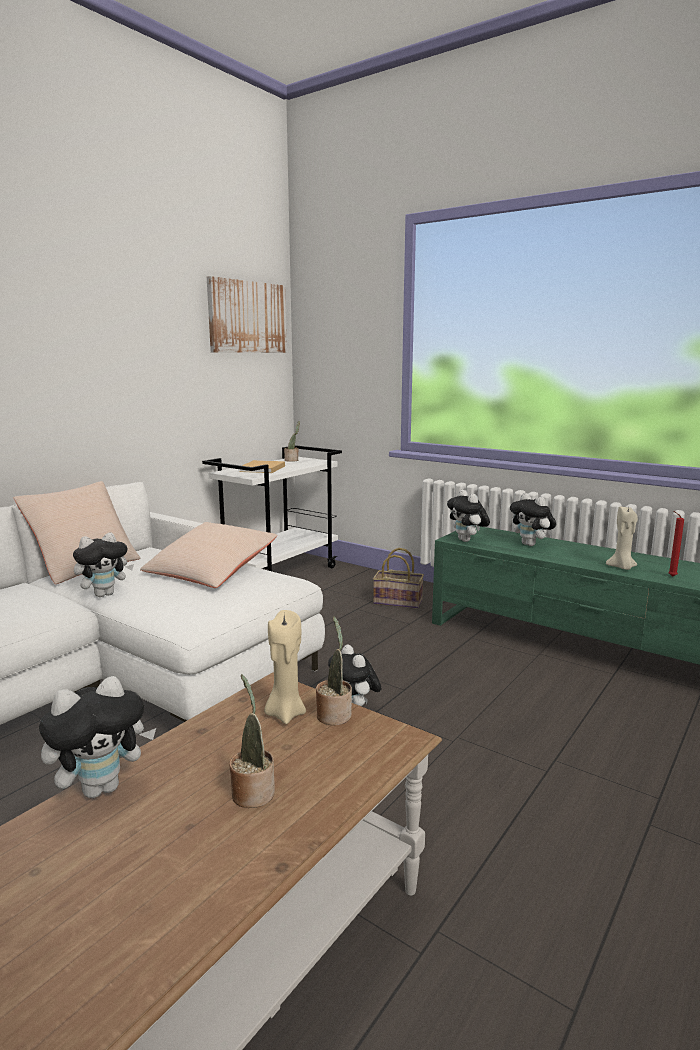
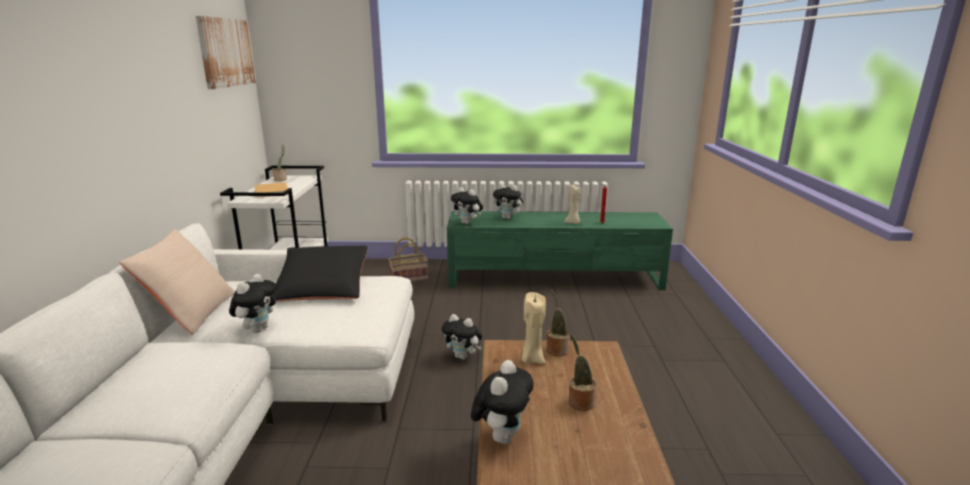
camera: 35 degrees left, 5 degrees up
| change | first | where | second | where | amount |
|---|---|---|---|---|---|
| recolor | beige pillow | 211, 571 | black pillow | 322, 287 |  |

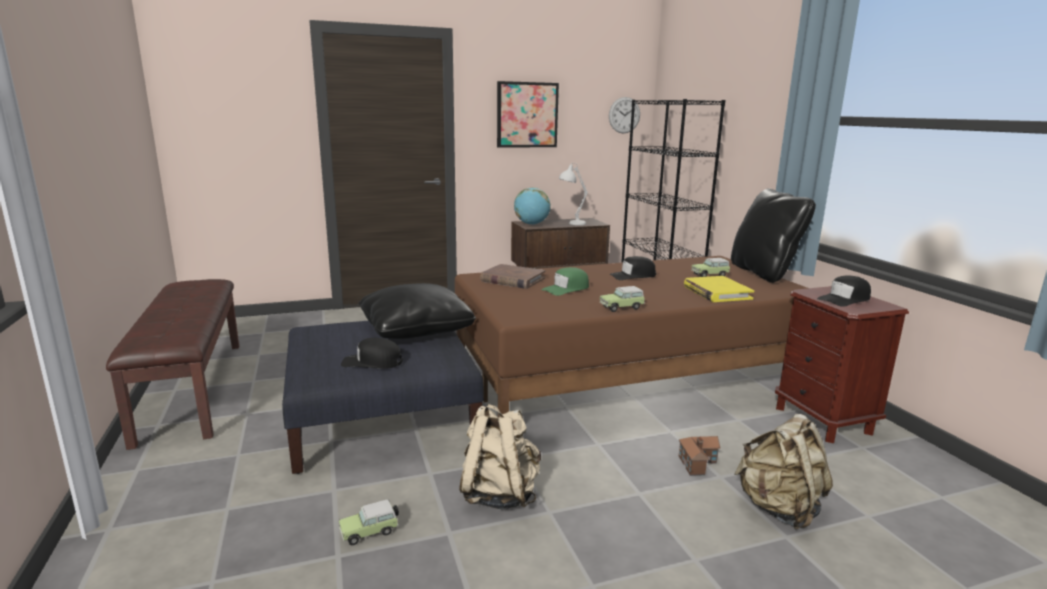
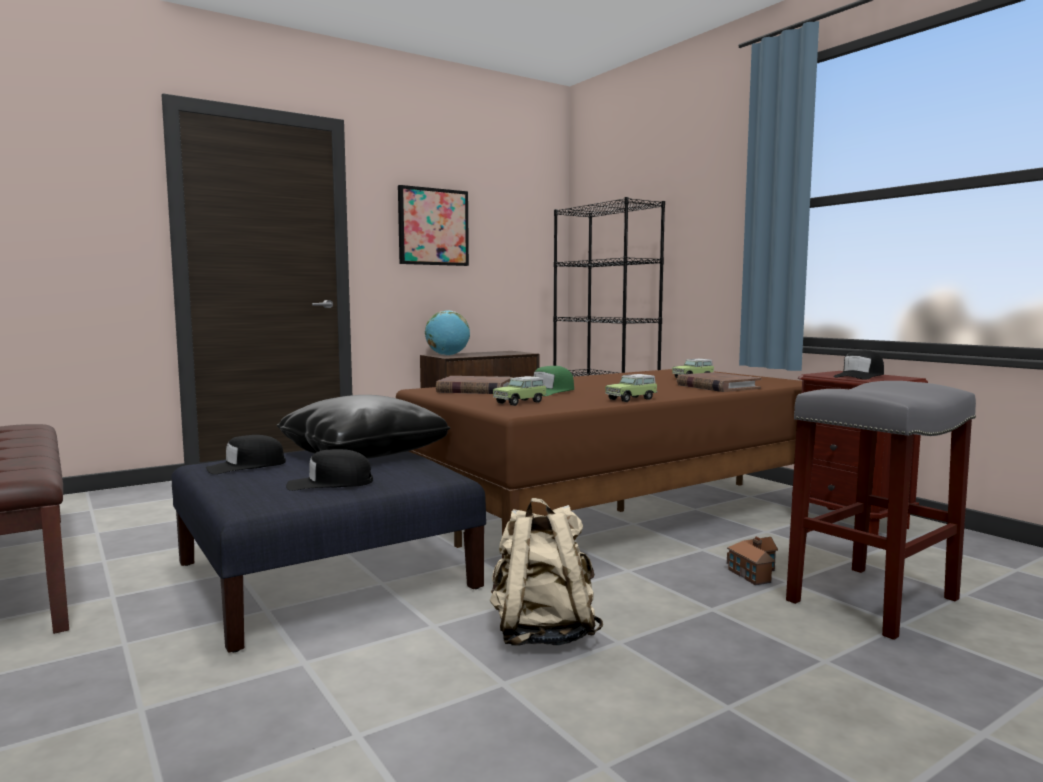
camera: 15 degrees left, 10 degrees down
| change | first | where | second | where | amount |
|---|---|---|---|---|---|
| delete | white table lamp | 571, 224 |  |  |  |
| delete | wall clock | 624, 115 |  |  |  |
| delete | black pillow | 764, 273 |  |  |  |
| move | toy car | 371, 532 |  | 521, 402 |  |
| move | black cap | 633, 276 |  | 246, 466 |  |
| replace | beige backpack | 779, 508 | grey stool | 872, 601 |  |
| recolor | yellow book | 716, 292 | brown book | 717, 386 |  |

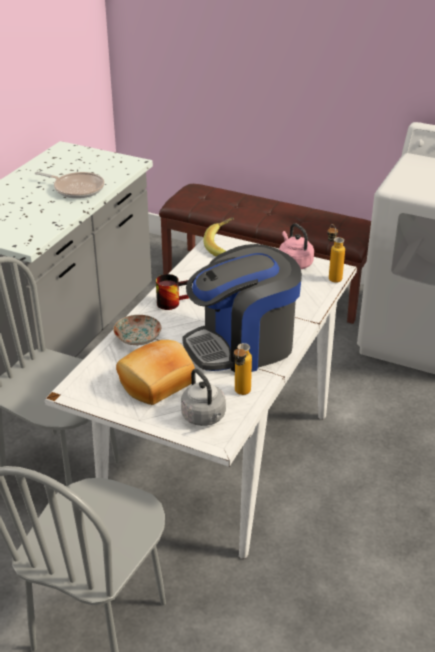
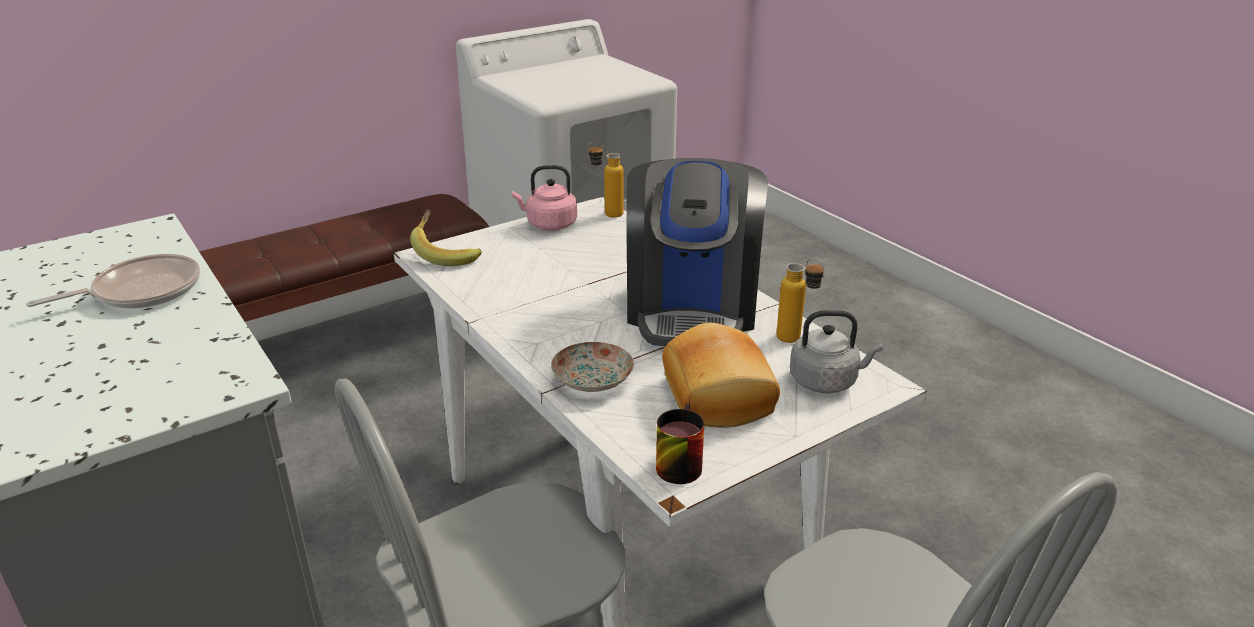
camera: 60 degrees left, 5 degrees down
| change | first | where | second | where | amount |
|---|---|---|---|---|---|
| move | mug | 171, 301 |  | 676, 462 |  |

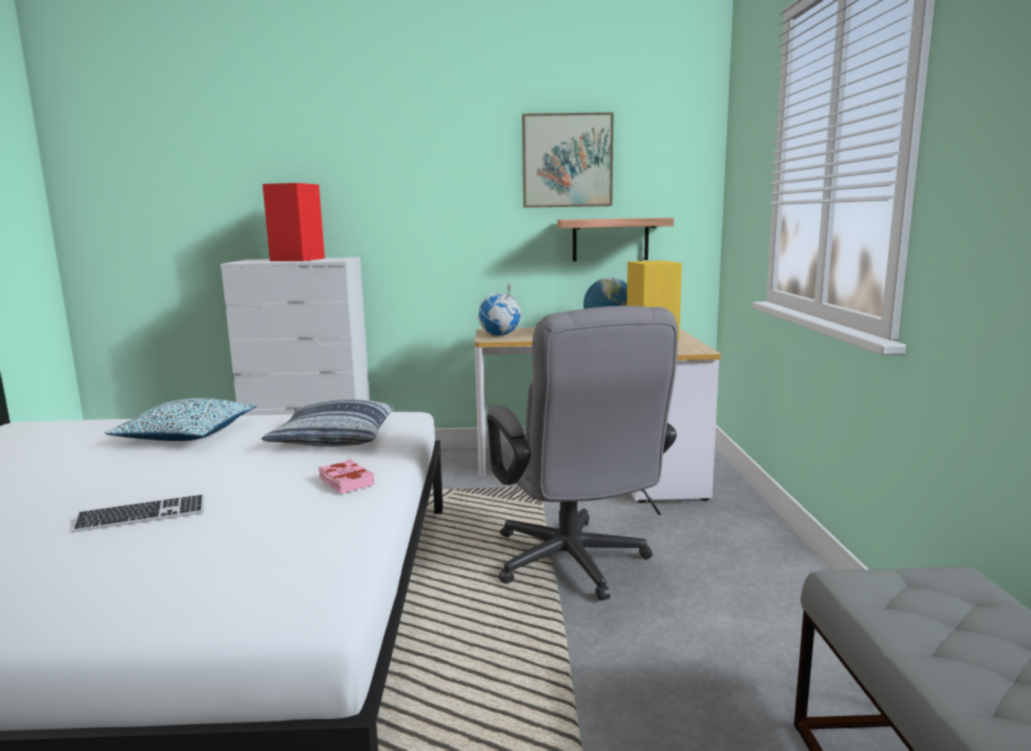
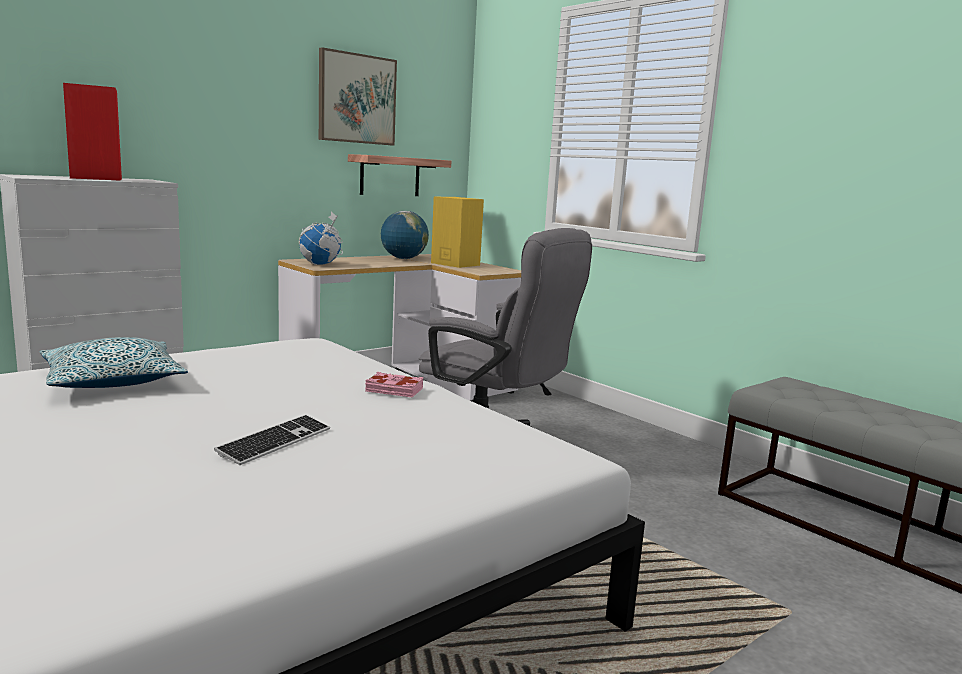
camera: 40 degrees left, 0 degrees up
| change | first | where | second | where | amount |
|---|---|---|---|---|---|
| delete | pillow | 333, 437 |  |  |  |

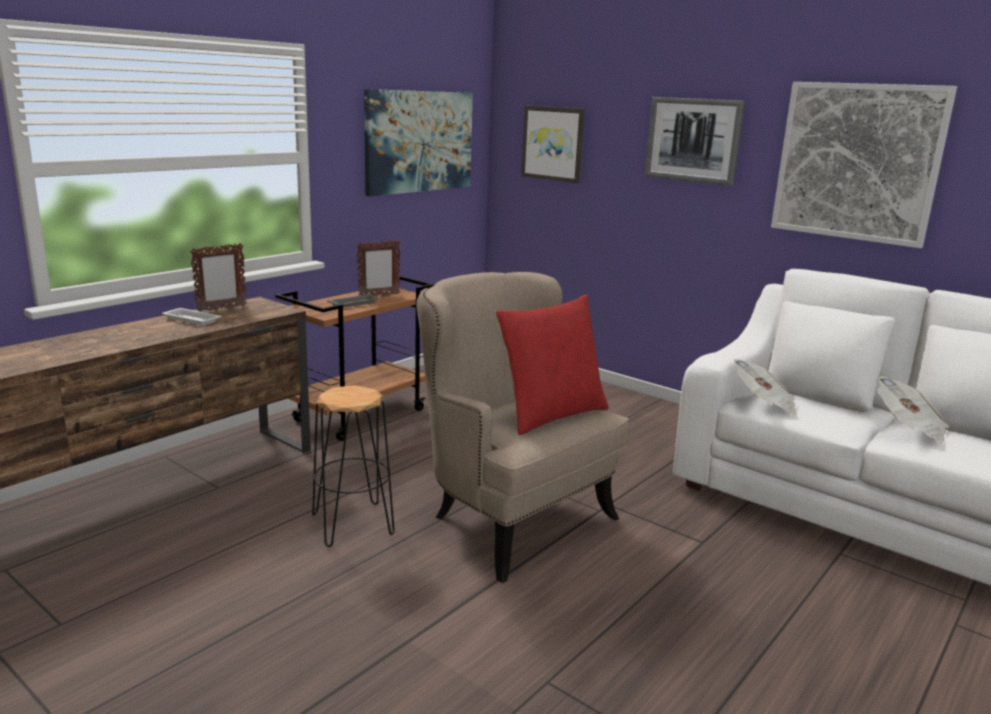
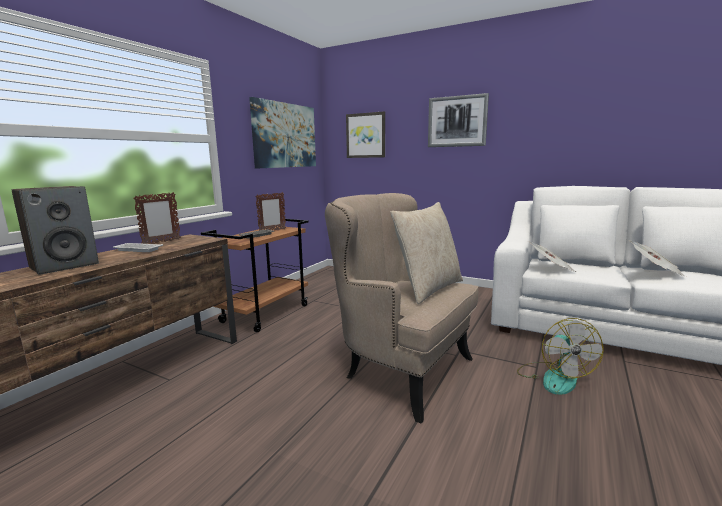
camera: 10 degrees left, 5 degrees down
| change | first | where | second | where | amount |
|---|---|---|---|---|---|
| delete | black stool | 353, 524 |  |  |  |
| delete | picture | 857, 162 |  |  |  |
| insert |  |  | speaker | 65, 266 |  |
| insert |  |  | fan | 554, 377 |  |
| recolor | red pillow | 551, 415 | beige pillow | 428, 289 |  |

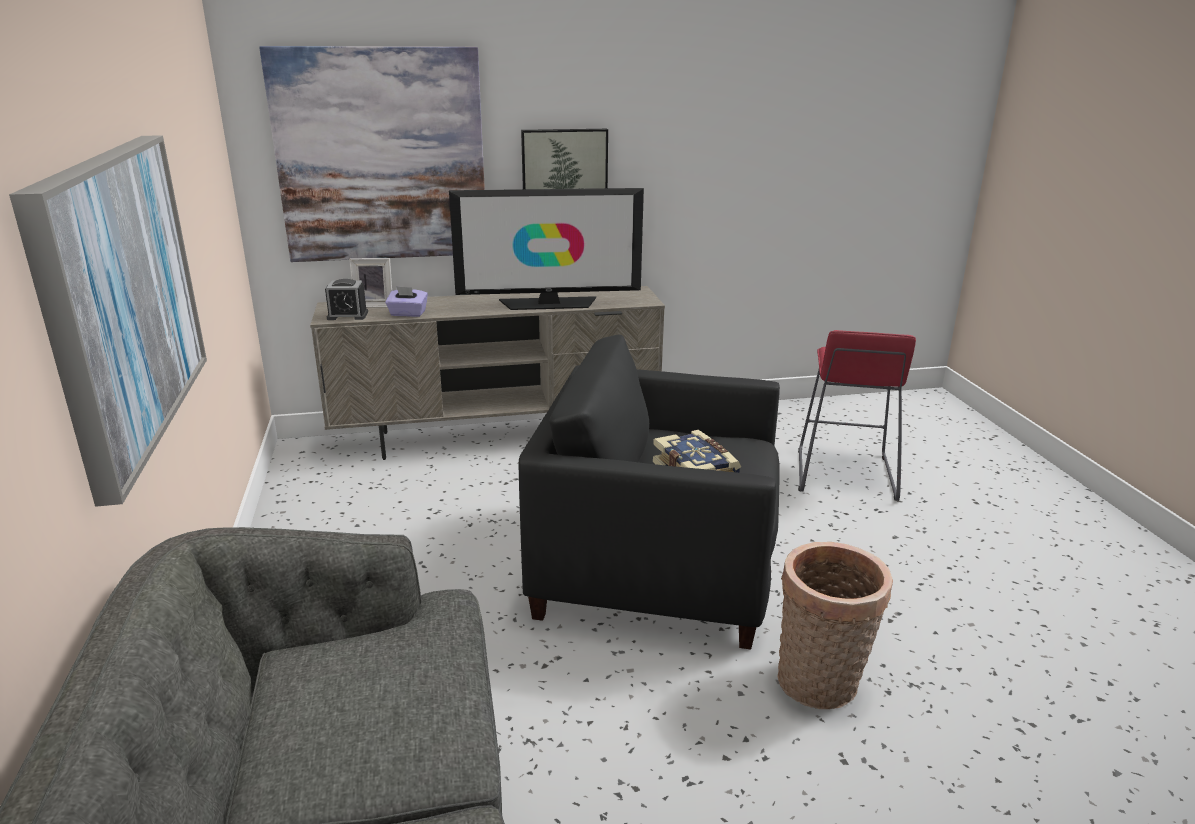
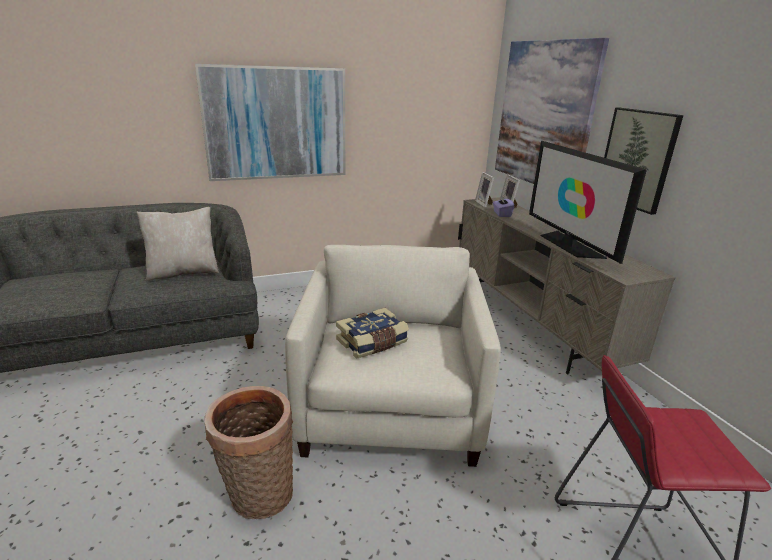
camera: 80 degrees right, 0 degrees up
| change | first | where | second | where | amount |
|---|---|---|---|---|---|
| insert |  |  | beige pillow | 183, 272 |  |
| replace | alarm clock | 347, 315 | picture frame | 484, 204 |  |
| recolor | black armchair | 656, 568 | beige armchair | 389, 407 |  |

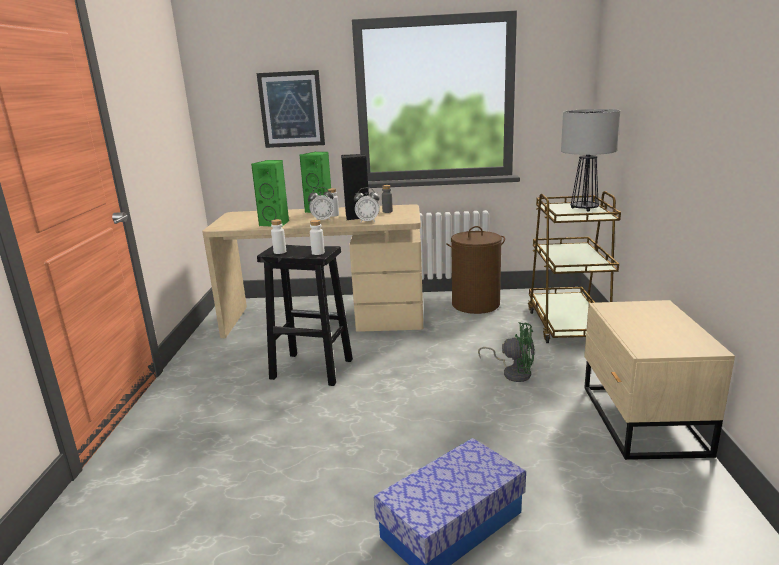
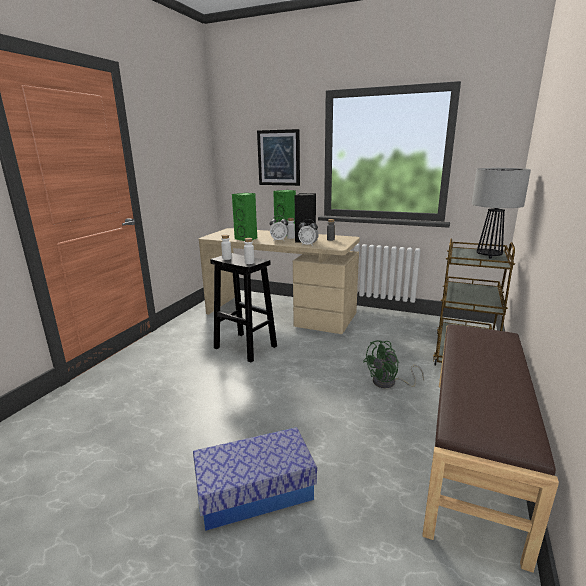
camera: 20 degrees right, 0 degrees up
| change | first | where | second | where | amount |
|---|---|---|---|---|---|
| delete | brown laundry basket | 476, 304 |  |  |  |
| replace | beige nightstand | 641, 421 | brown bench | 474, 452 |  |
| rotate | green fan | 513, 372 |  | 389, 383 | 105 degrees clockwise |

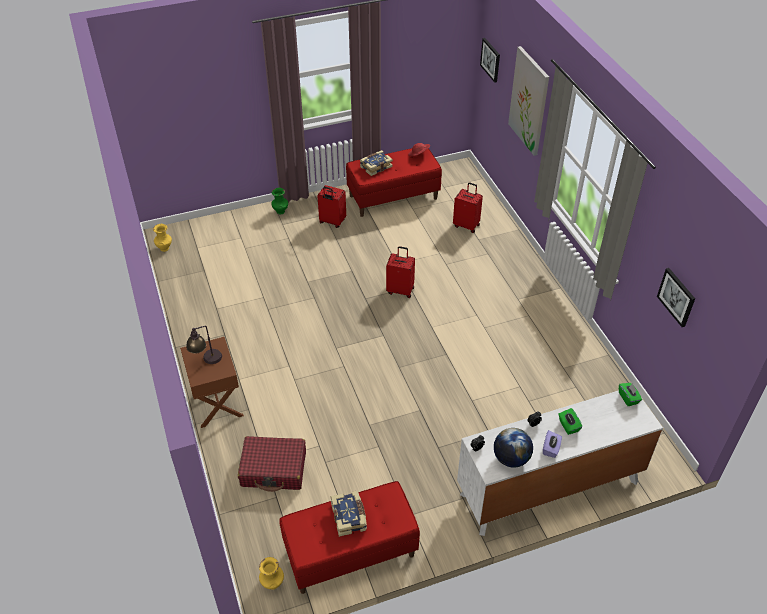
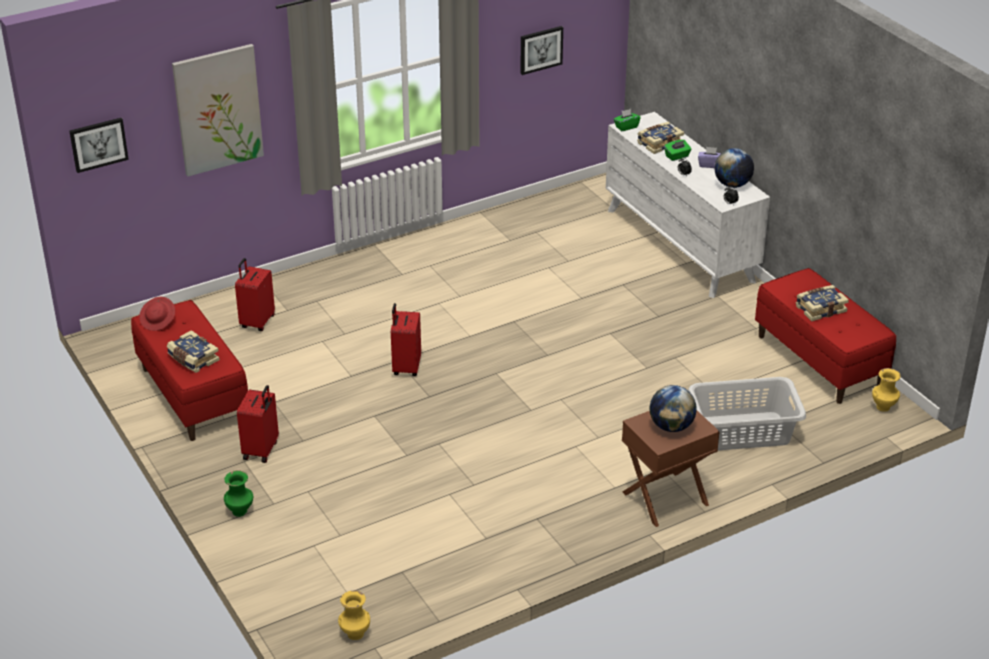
camera: 100 degrees left, 10 degrees down
| change | first | where | second | where | amount |
|---|---|---|---|---|---|
| insert |  |  | book | 659, 143 |  |
| replace | table lamp | 206, 361 | globe | 671, 426 |  |
| replace | red suitcase | 274, 469 | grey laundry basket | 742, 431 |  |

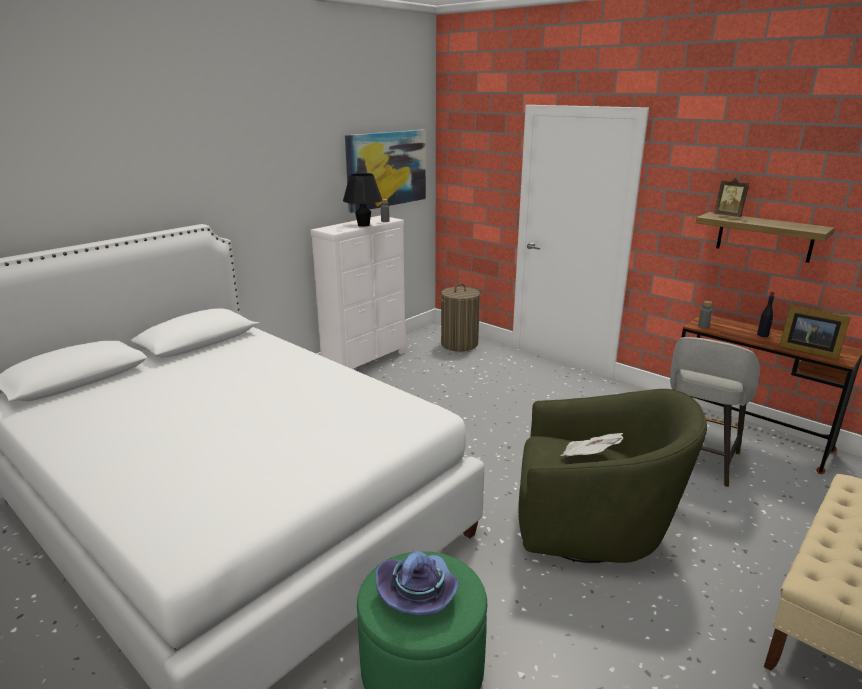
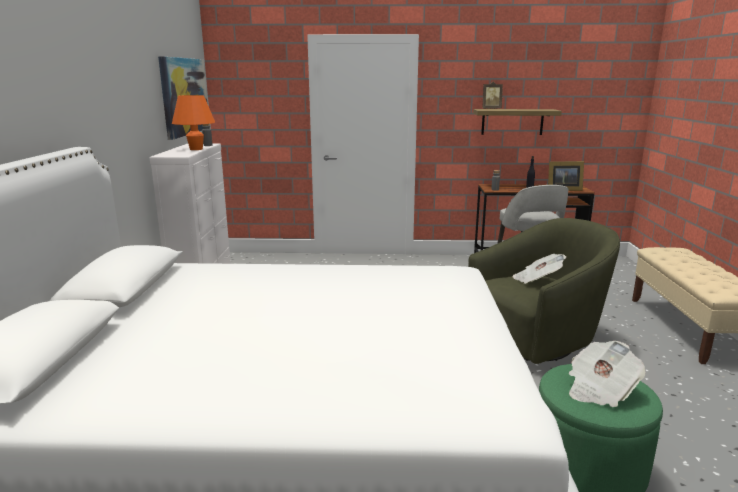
camera: 40 degrees left, 5 degrees down
| change | first | where | second | where | amount |
|---|---|---|---|---|---|
| delete | laundry basket | 459, 344 |  |  |  |
| replace | purple hat | 419, 593 | newspaper | 599, 390 |  |
| recolor | black table lamp | 363, 225 | orange table lamp | 196, 149 |  |

